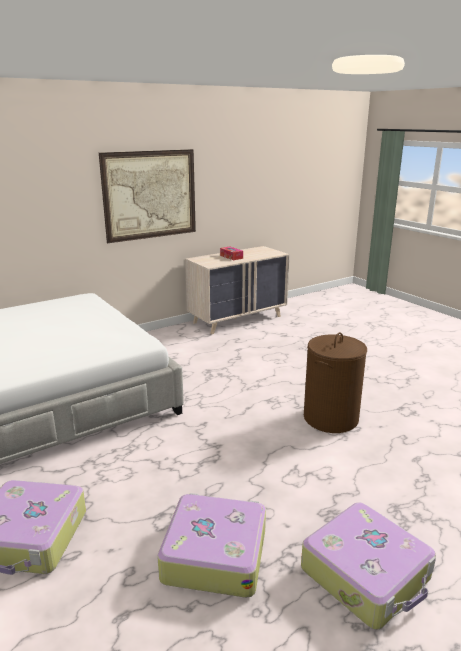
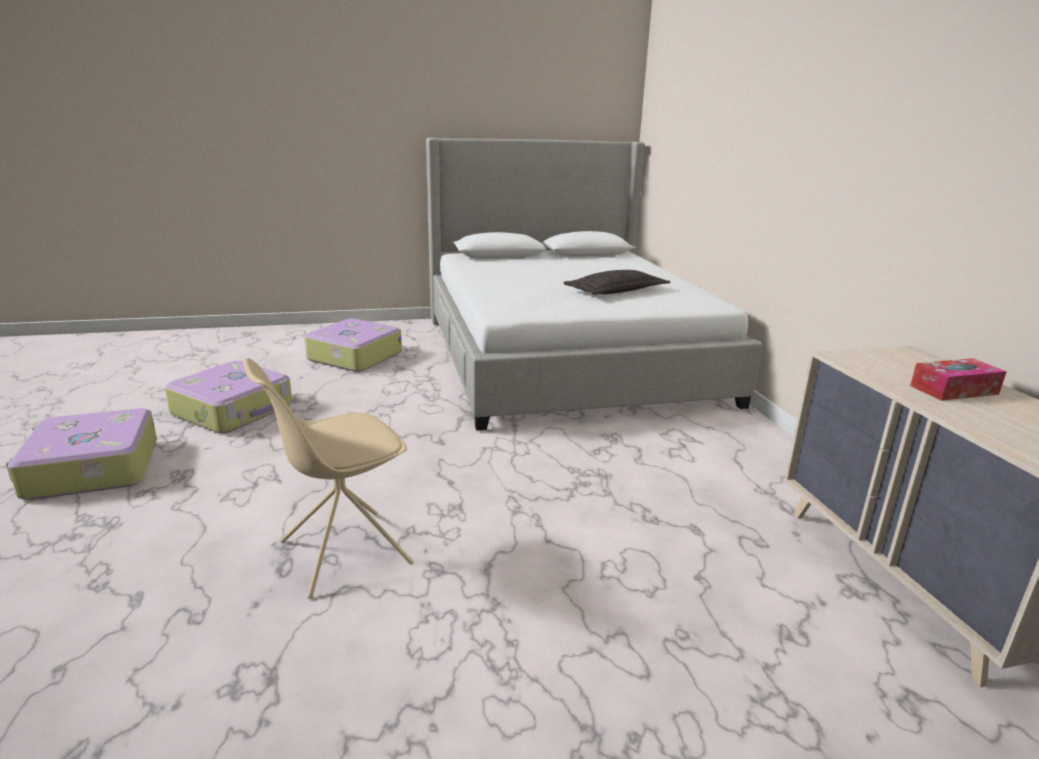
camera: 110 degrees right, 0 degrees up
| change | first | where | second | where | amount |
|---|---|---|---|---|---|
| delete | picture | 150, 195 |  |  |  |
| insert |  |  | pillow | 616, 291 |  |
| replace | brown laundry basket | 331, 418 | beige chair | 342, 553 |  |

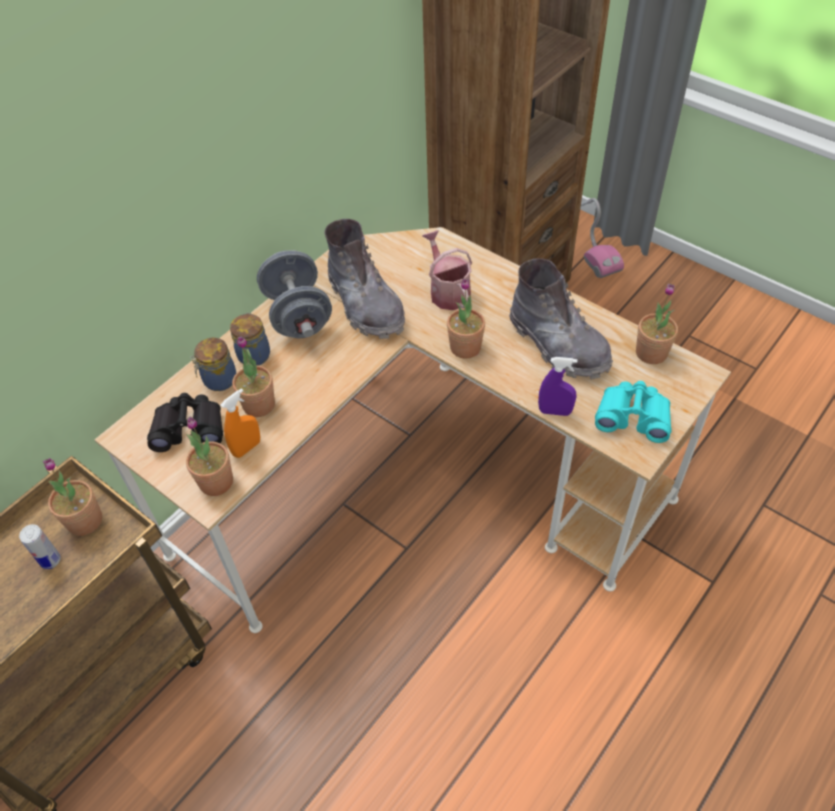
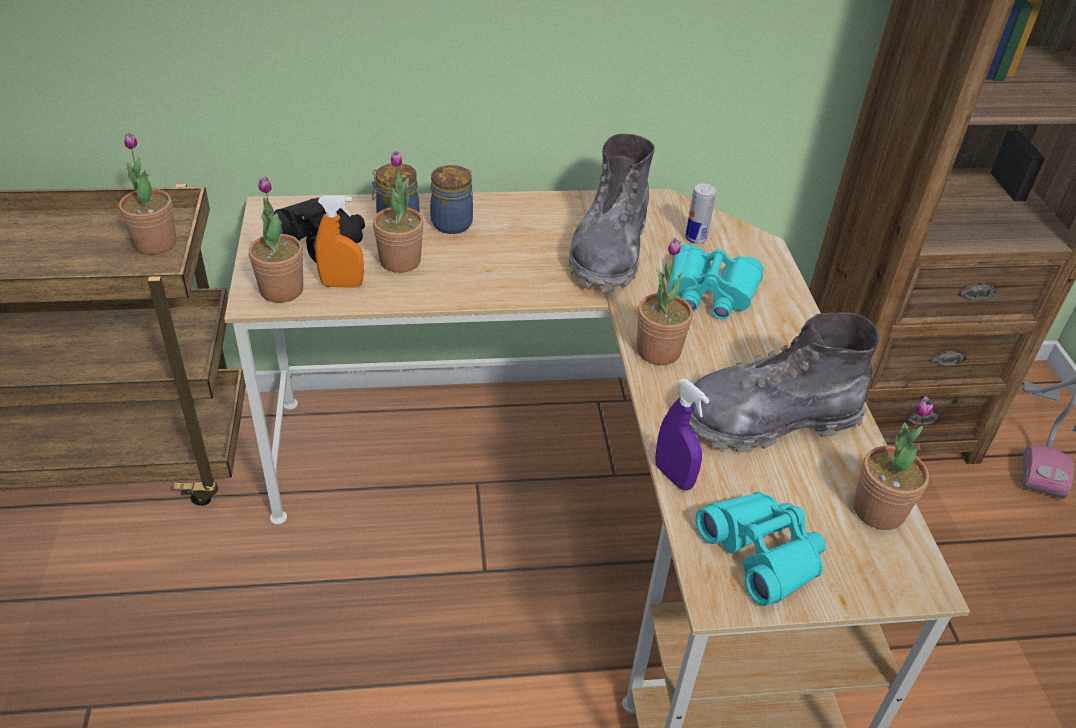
camera: 40 degrees right, 10 degrees down
| change | first | where | second | where | amount |
|---|---|---|---|---|---|
| delete | grey dumbbell | 298, 315 |  |  |  |
| move | can | 50, 560 |  | 695, 238 |  |
| replace | watering can | 447, 291 | turquoise binoculars | 710, 293 |  |
| rotate | grey boot | 558, 345 |  | 767, 420 | 75 degrees clockwise |

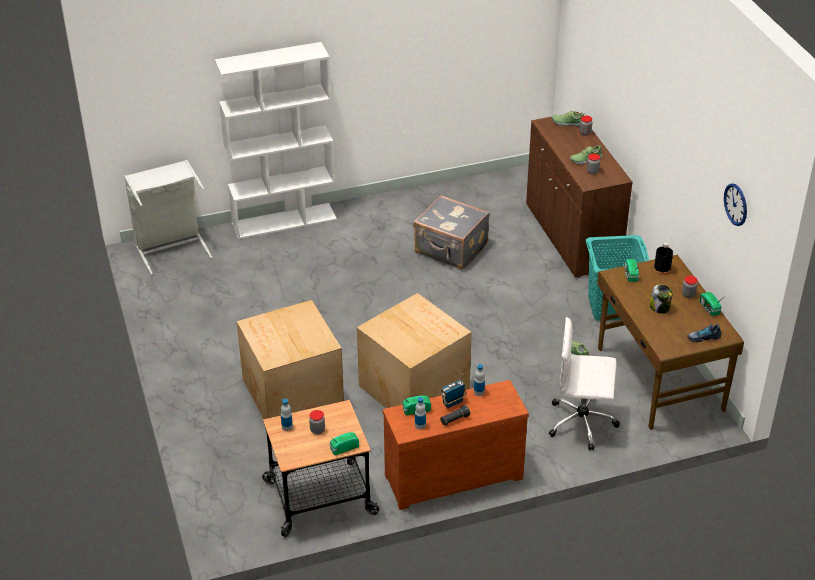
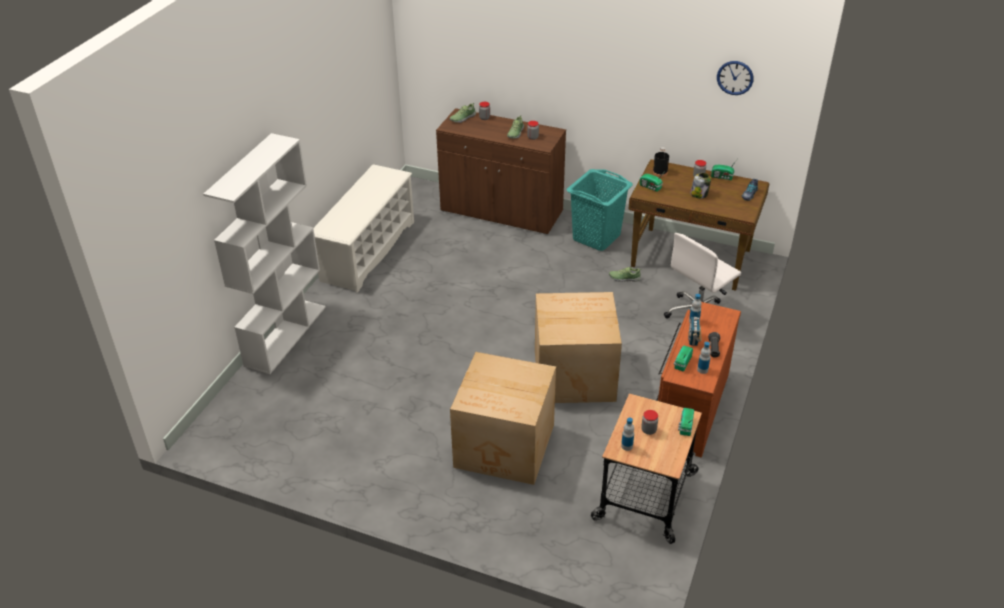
camera: 50 degrees left, 0 degrees up
| change | first | where | second | where | amount |
|---|---|---|---|---|---|
| delete | grey laundry basket | 171, 247 |  |  |  |
| delete | grey suitcase | 451, 250 |  |  |  |
| insert |  |  | white shoe rack | 368, 251 |  |

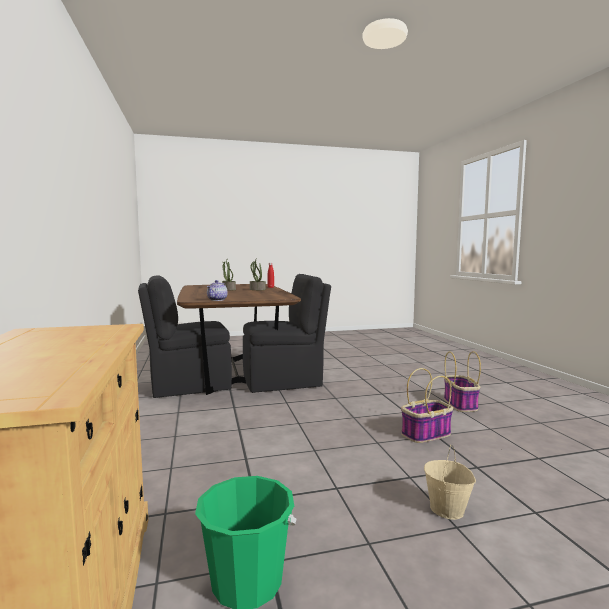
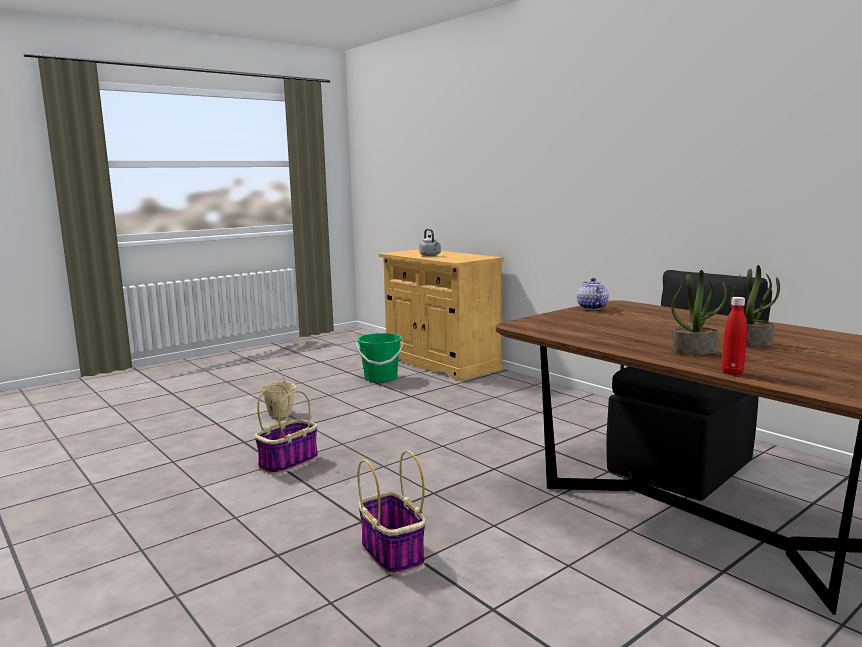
camera: 155 degrees right, 5 degrees up
| change | first | where | second | where | amount |
|---|---|---|---|---|---|
| delete | black chair | 284, 381 |  |  |  |
| insert |  |  | grey kettle | 430, 255 |  |
| move | basket | 460, 404 |  | 391, 552 |  |

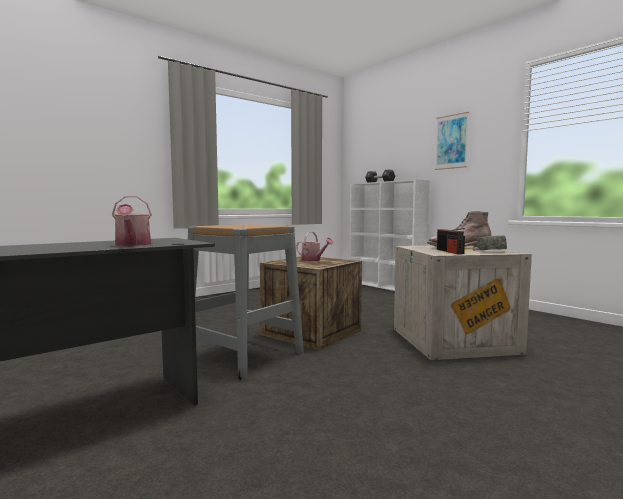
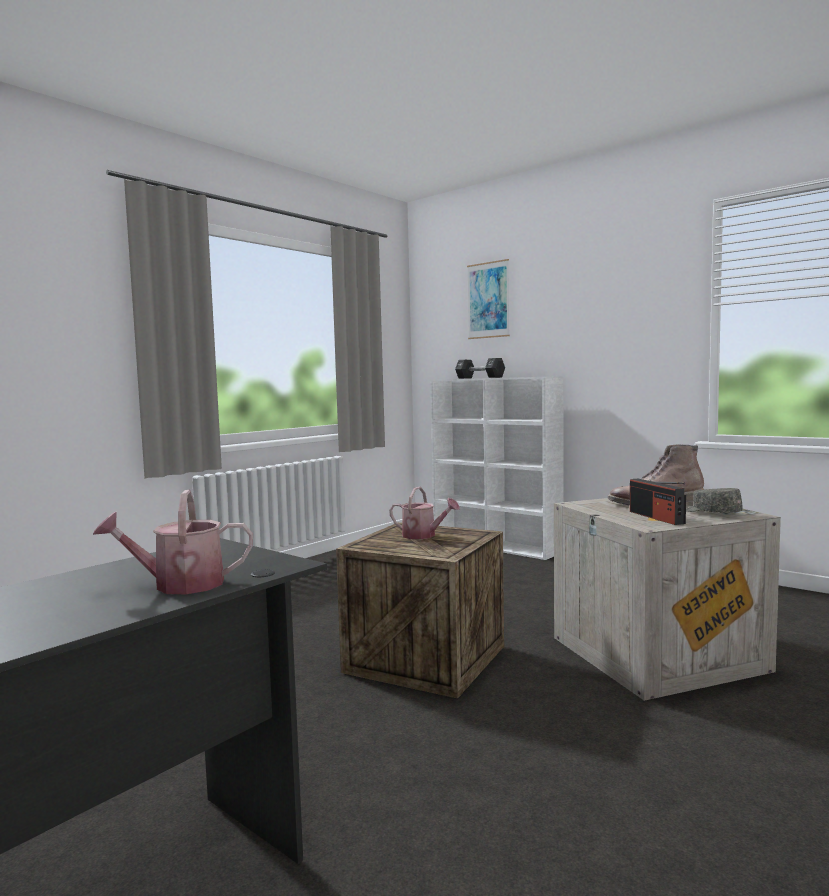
camera: 10 degrees left, 0 degrees up
| change | first | where | second | where | amount |
|---|---|---|---|---|---|
| delete | grey stool | 244, 355 |  |  |  |
| move | picture | 451, 142 |  | 488, 300 |  |
| rotate | watering can | 132, 244 |  | 179, 585 | 105 degrees clockwise |

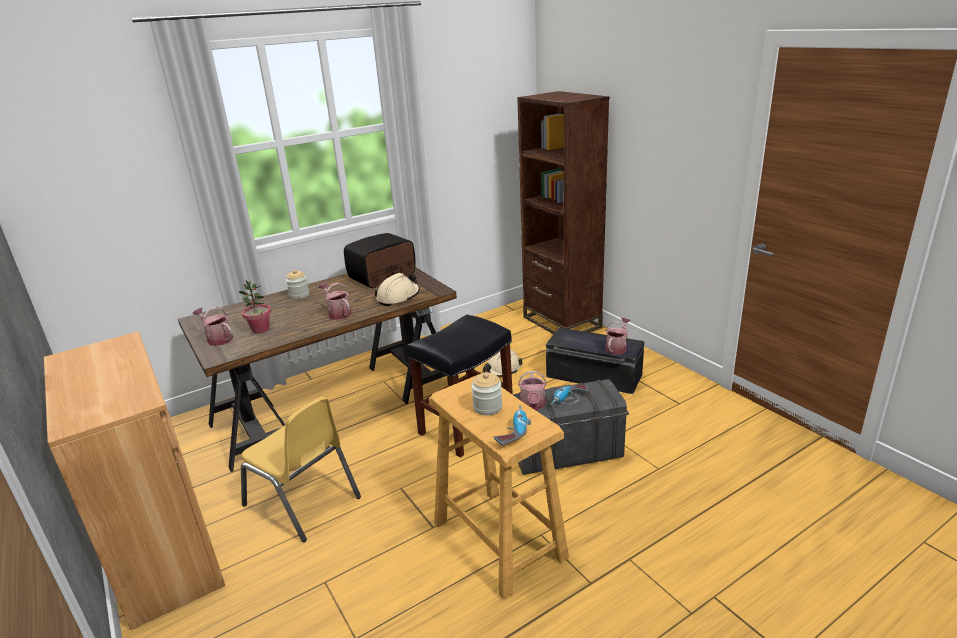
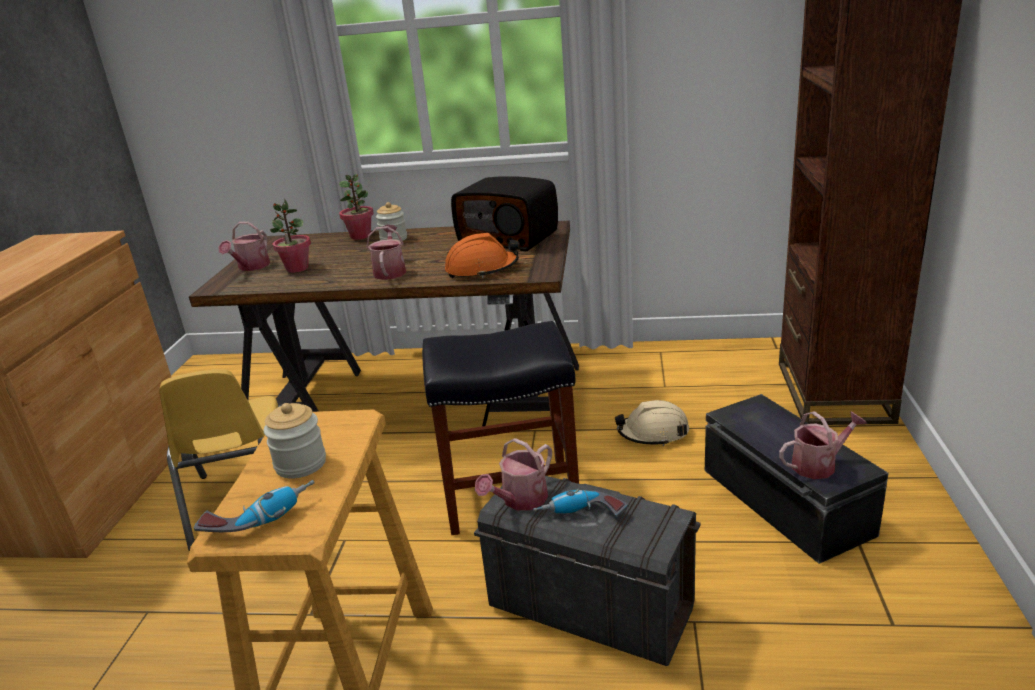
camera: 40 degrees right, 0 degrees up
| change | first | where | second | where | amount |
|---|---|---|---|---|---|
| insert |  |  | potted plant | 361, 236 |  |
| recolor | beige hard hat | 398, 297 | orange hard hat | 482, 269 |  |
| rotate | watering can | 218, 339 |  | 251, 267 | 150 degrees counterclockwise |
| rotate | radio | 382, 276 |  | 509, 238 | 150 degrees counterclockwise |

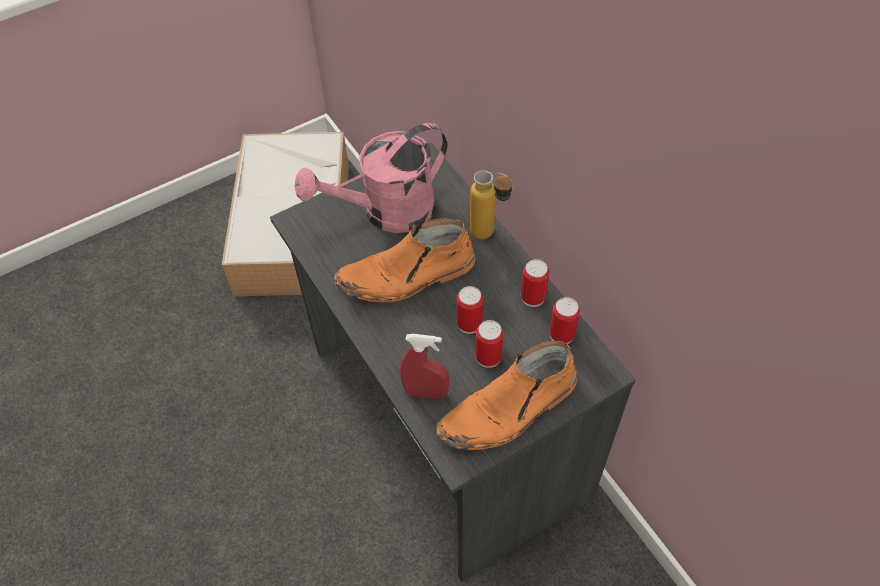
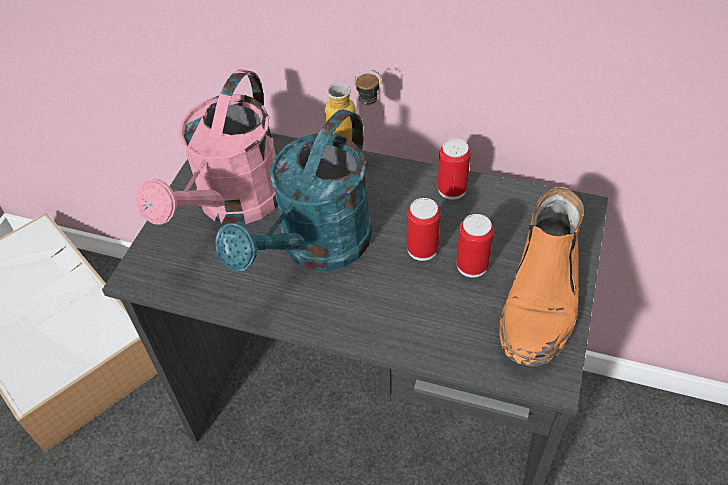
camera: 40 degrees left, 5 degrees down
| change | first | where | second | where | amount |
|---|---|---|---|---|---|
| delete | red spray bottle | 425, 392 |  |  |  |
| delete | can | 562, 334 |  |  |  |
| replace | orange boot | 407, 276 | turquoise watering can | 316, 249 |  |

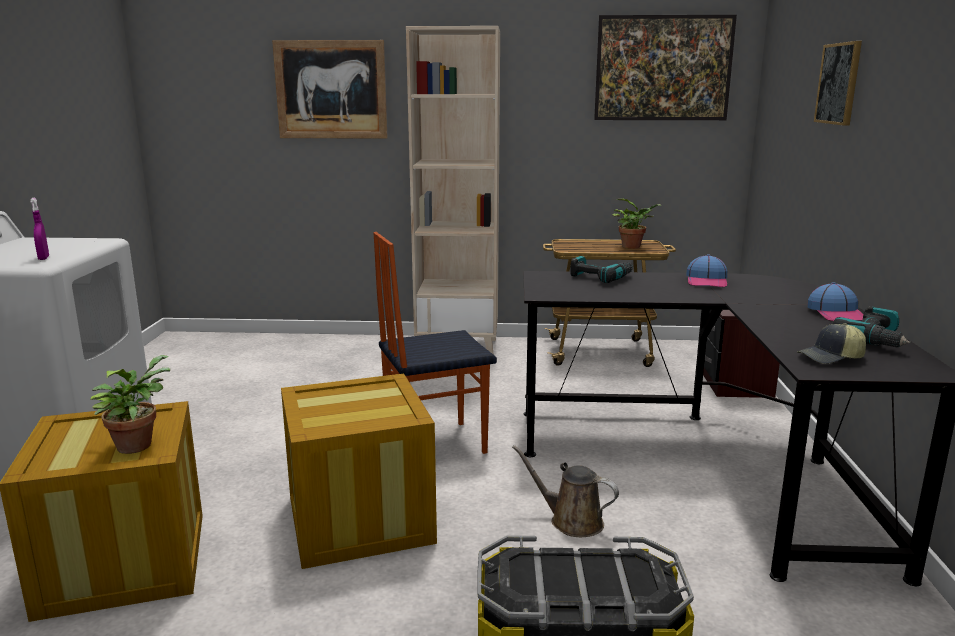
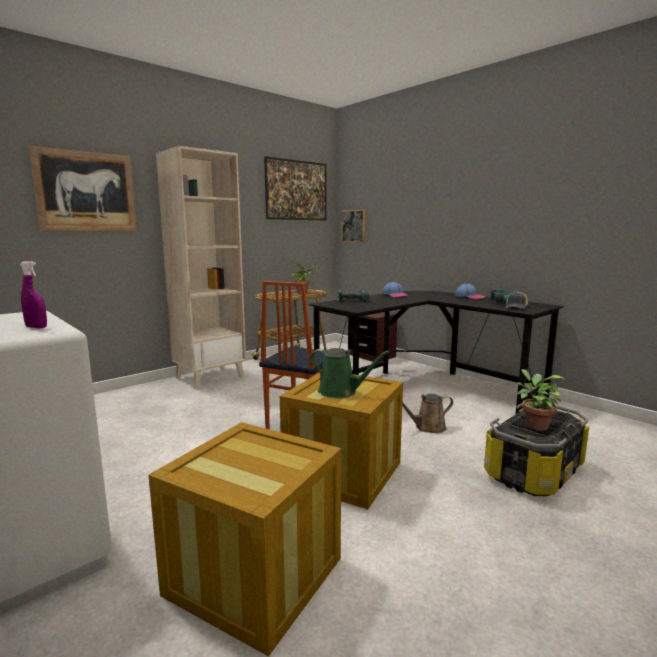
camera: 45 degrees left, 5 degrees down
| change | first | where | second | where | amount |
|---|---|---|---|---|---|
| insert |  |  | green watering can | 341, 392 |  |
| move | potted plant | 136, 444 |  | 534, 425 |  |
| move | picture | 839, 83 |  | 353, 226 |  |

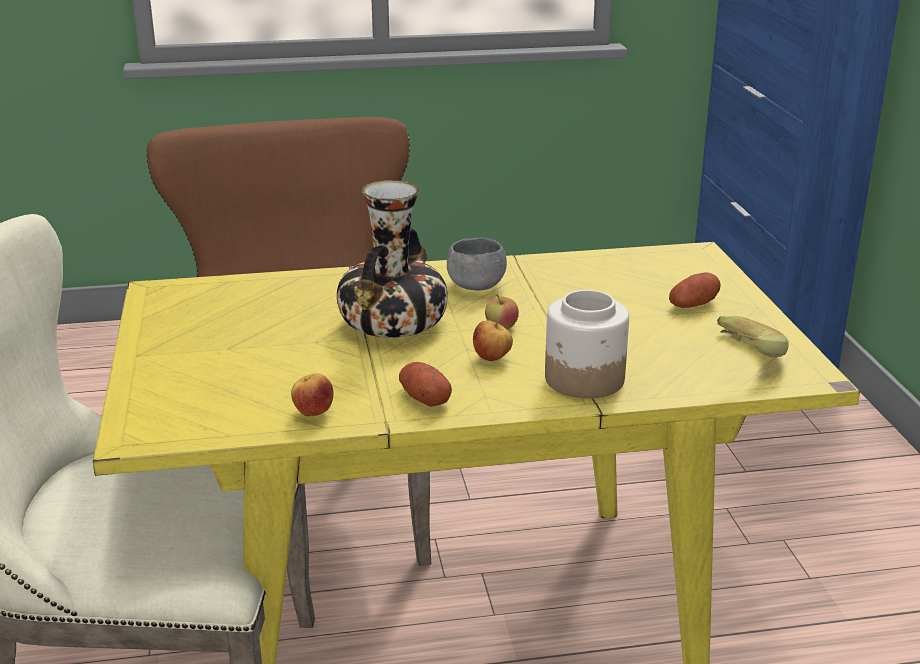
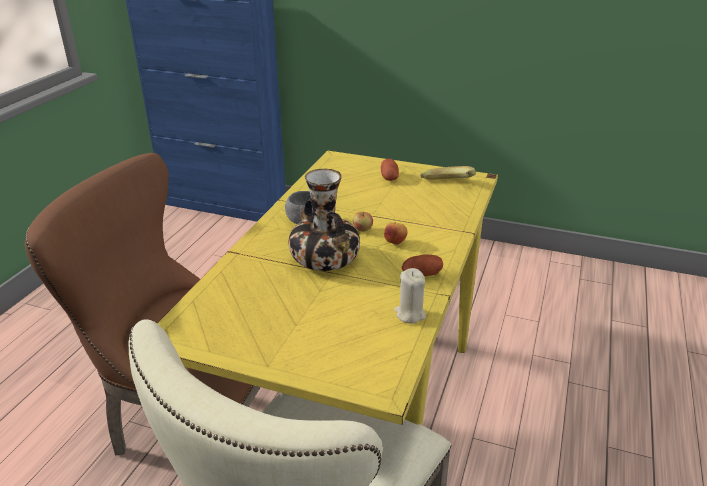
camera: 60 degrees left, 5 degrees up
| change | first | where | second | where | amount |
|---|---|---|---|---|---|
| delete | jar | 584, 380 |  |  |  |
| replace | apple | 313, 413 | beige candle | 410, 314 |  |

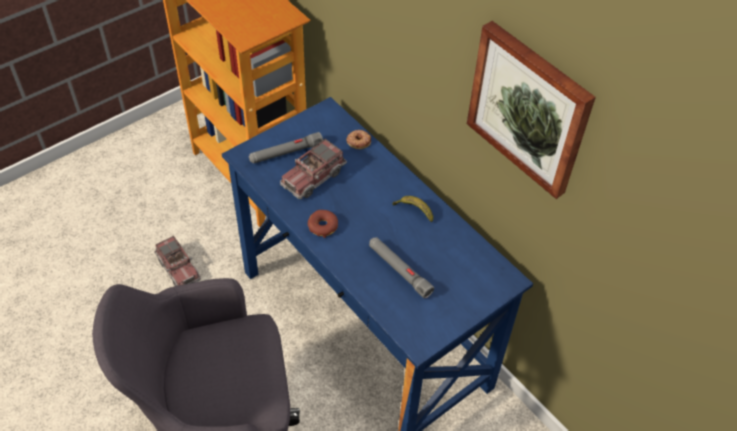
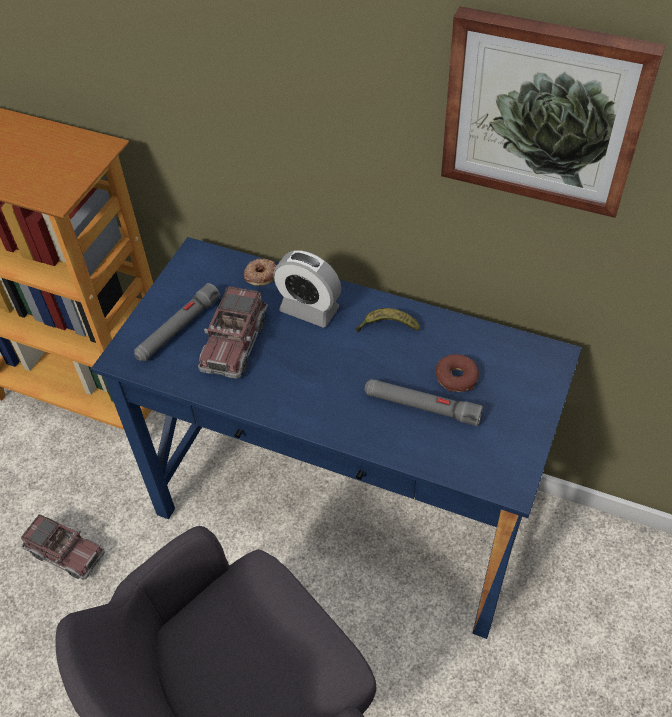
camera: 25 degrees left, 0 degrees up
| change | first | where | second | where | amount |
|---|---|---|---|---|---|
| insert |  |  | alarm clock | 309, 309 |  |
| move | donut | 323, 226 |  | 456, 377 |  |

